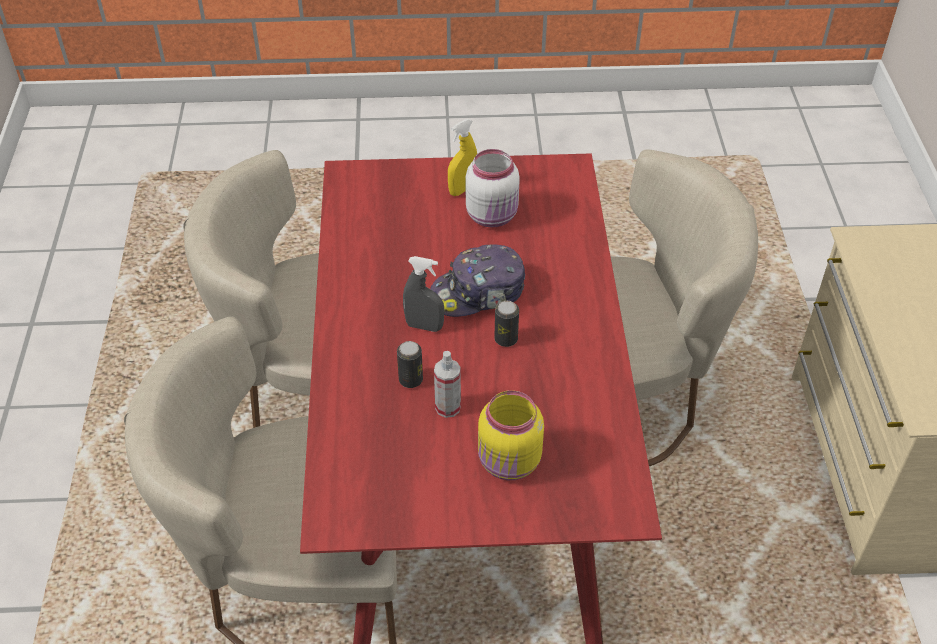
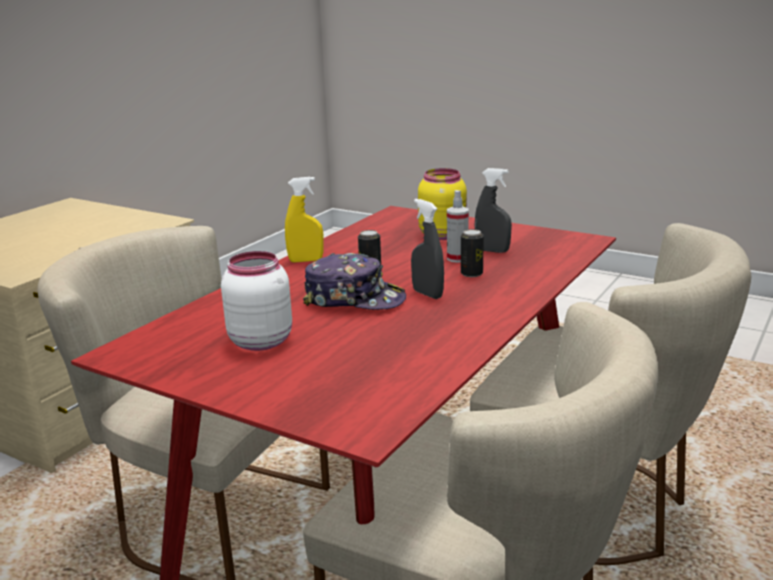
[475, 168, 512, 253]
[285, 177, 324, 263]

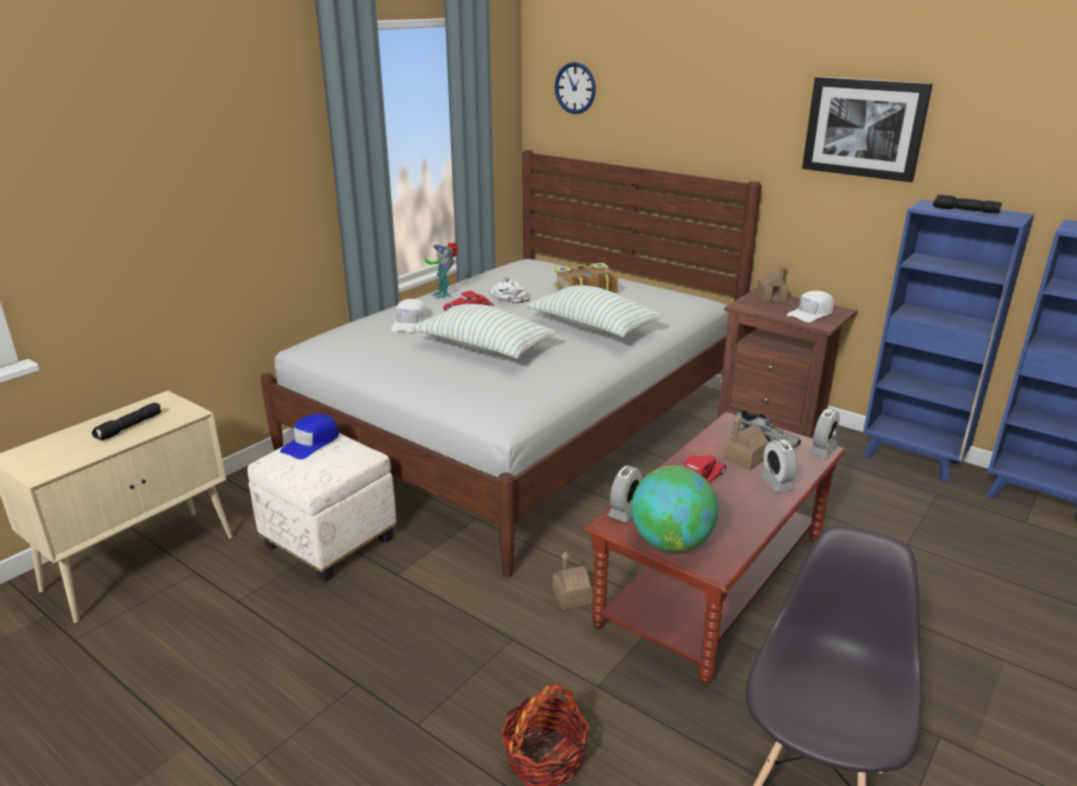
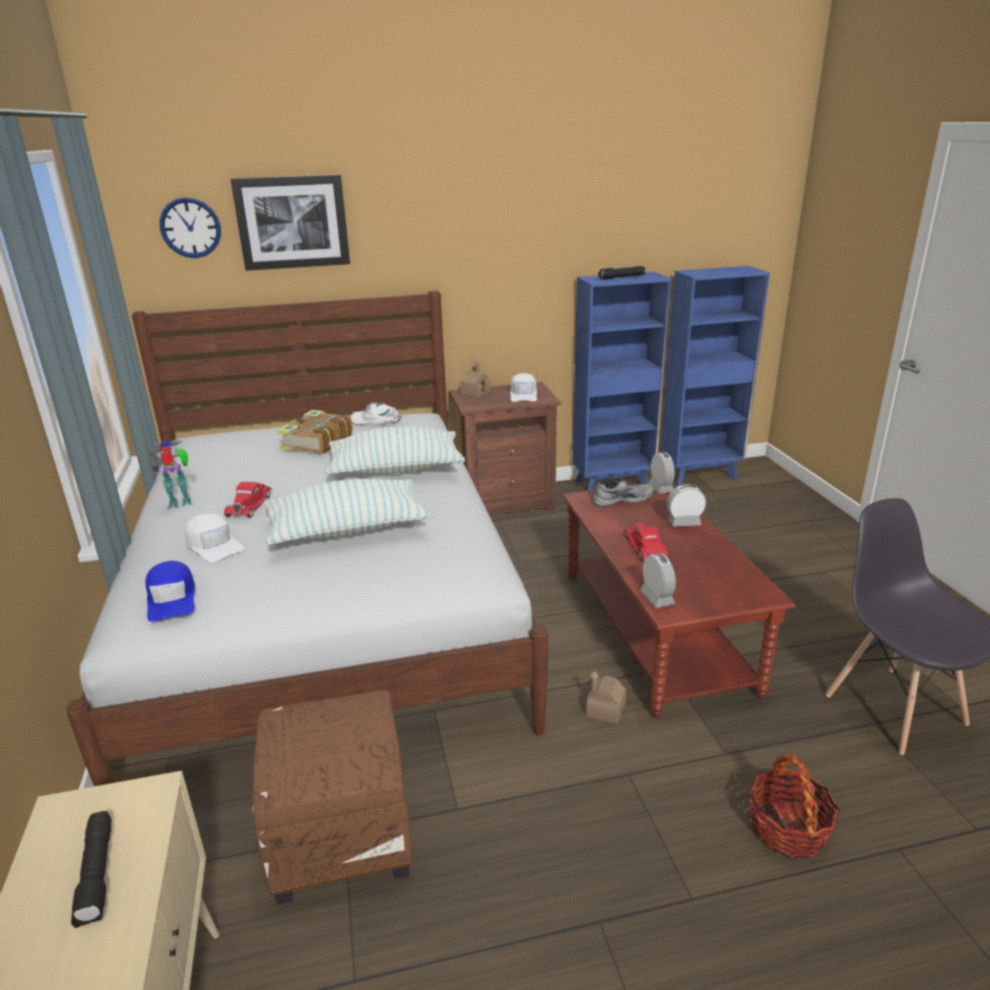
[631, 466, 718, 552] (first image)
[724, 414, 768, 470] (first image)
[146, 561, 195, 622]
[350, 402, 402, 426]
[231, 174, 350, 271]
[252, 690, 413, 905]
[148, 440, 192, 508]
[666, 484, 706, 527]

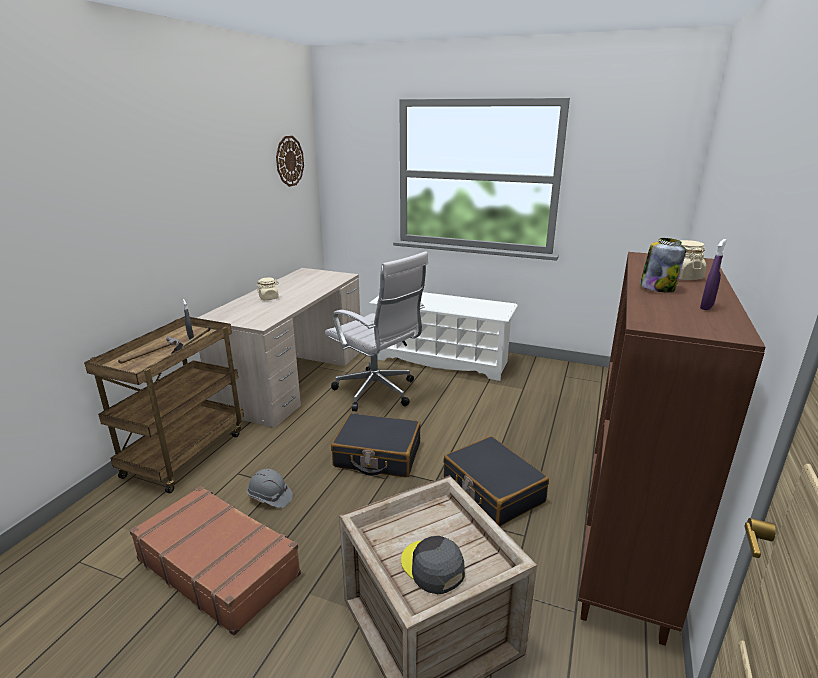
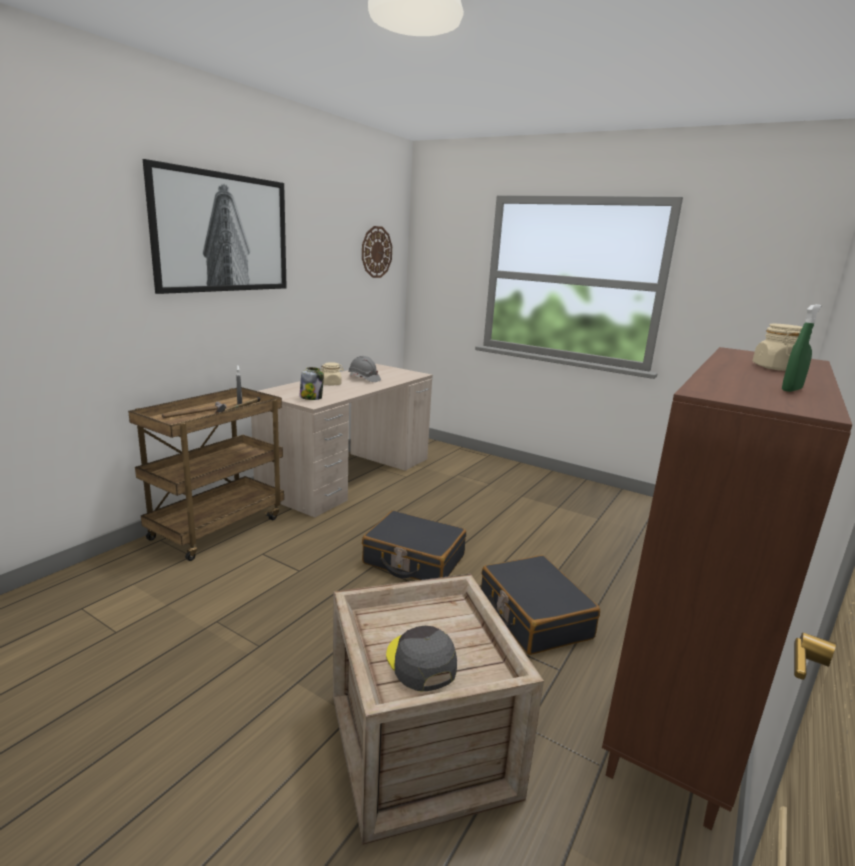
[130, 486, 301, 636] (first image)
[325, 252, 429, 411] (first image)
[370, 292, 518, 381] (first image)
[143, 159, 287, 294]
[348, 356, 381, 382]
[300, 367, 324, 400]
[782, 304, 821, 392]

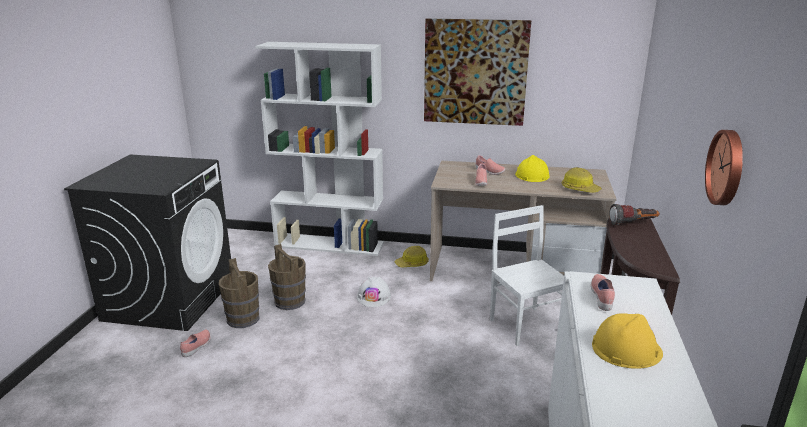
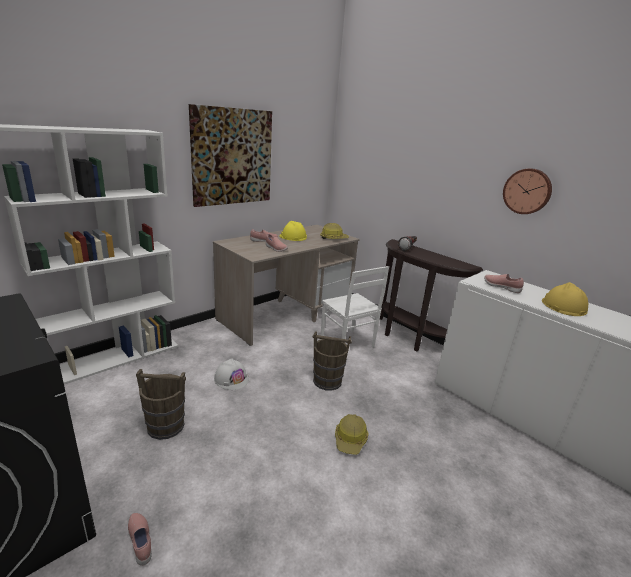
[313, 331, 352, 391]
[335, 414, 369, 455]
[321, 266, 389, 348]

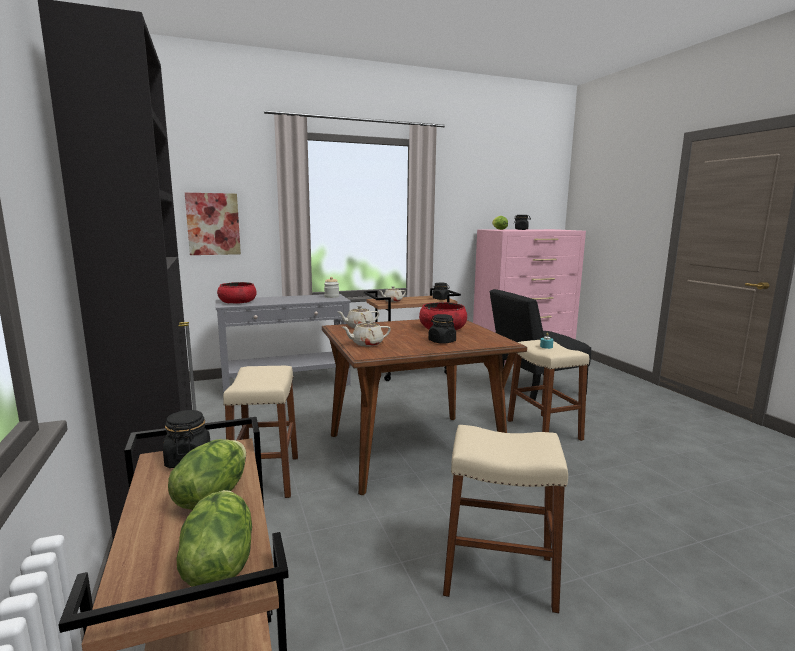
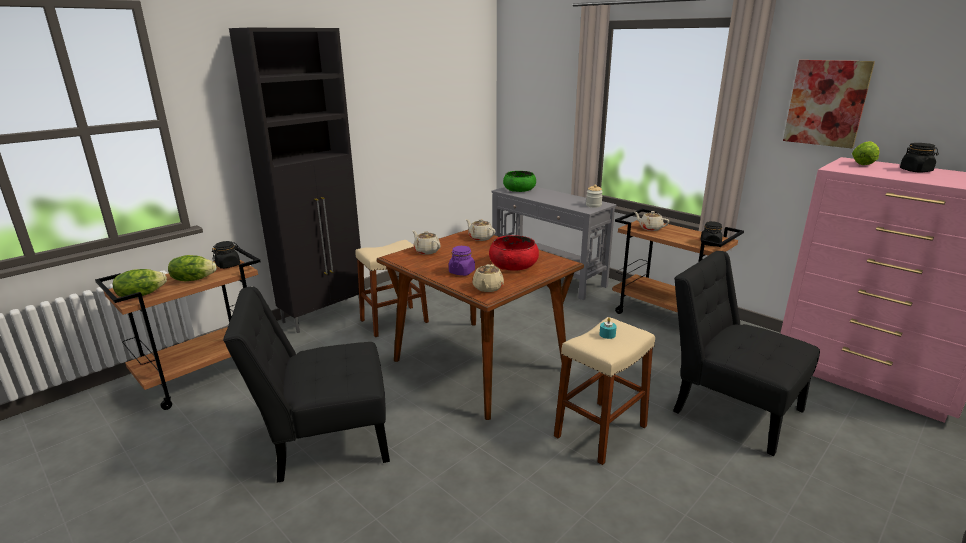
[473, 264, 504, 292]
[783, 60, 875, 148]
[223, 286, 390, 483]
[503, 171, 536, 192]
[449, 246, 475, 276]

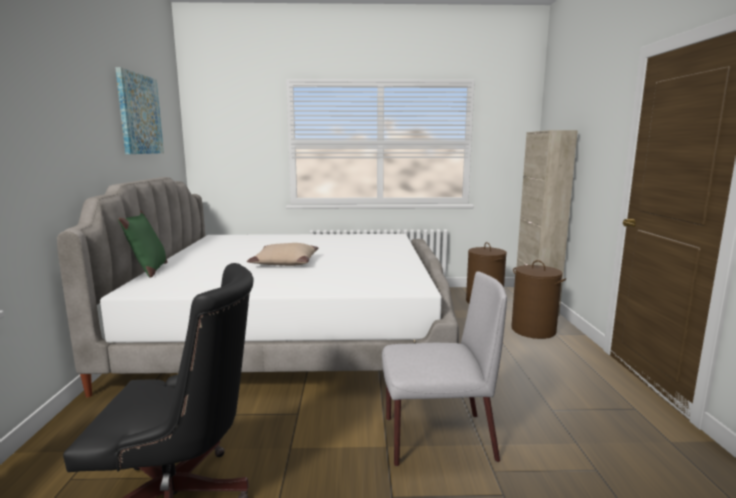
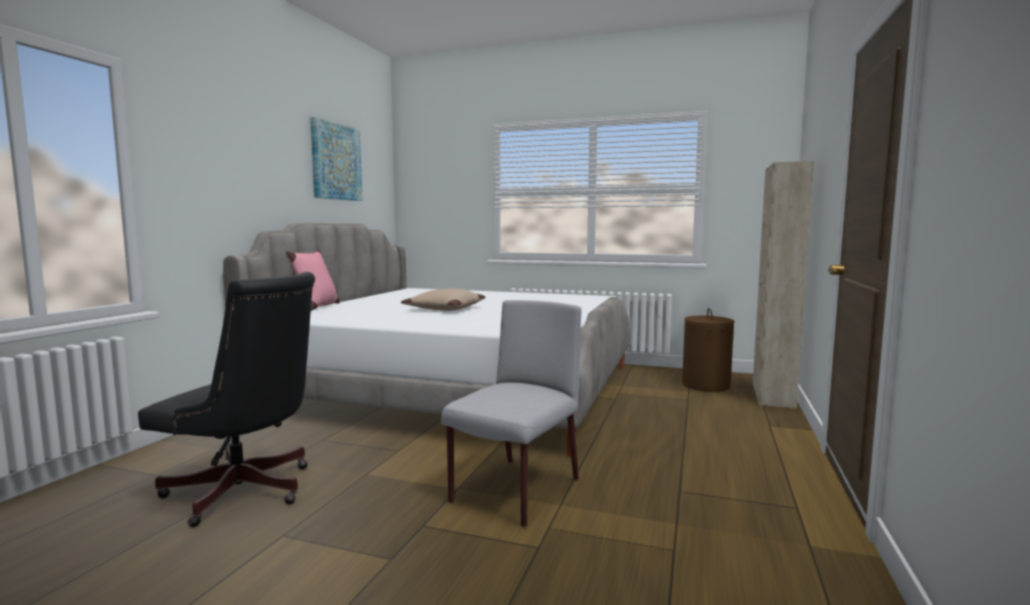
[511, 260, 566, 339] (first image)
[286, 249, 340, 311]
[441, 300, 581, 527]

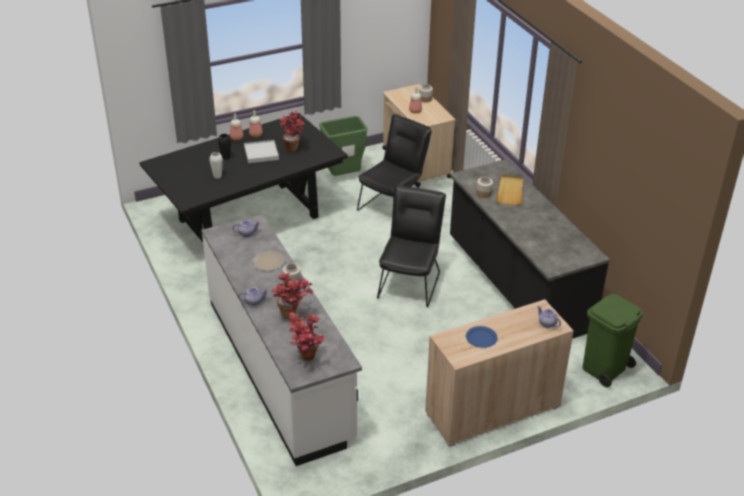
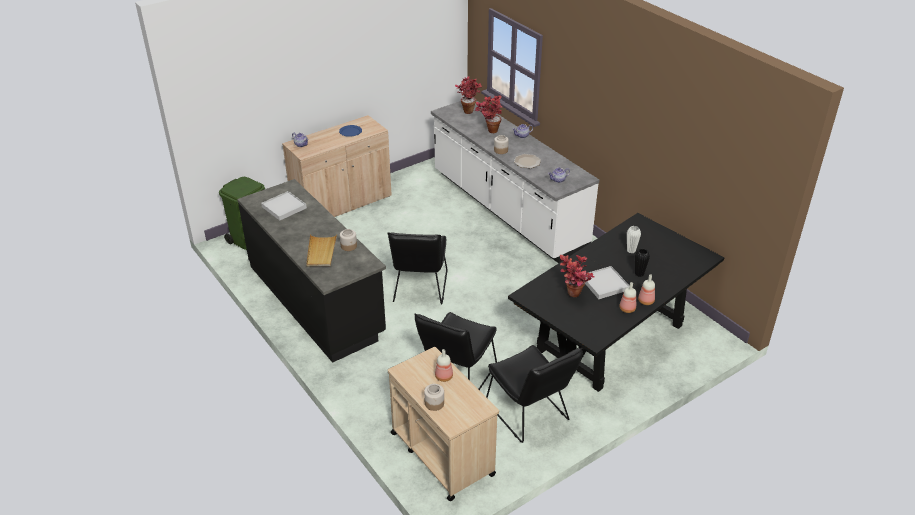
[261, 191, 307, 221]
[486, 345, 583, 443]

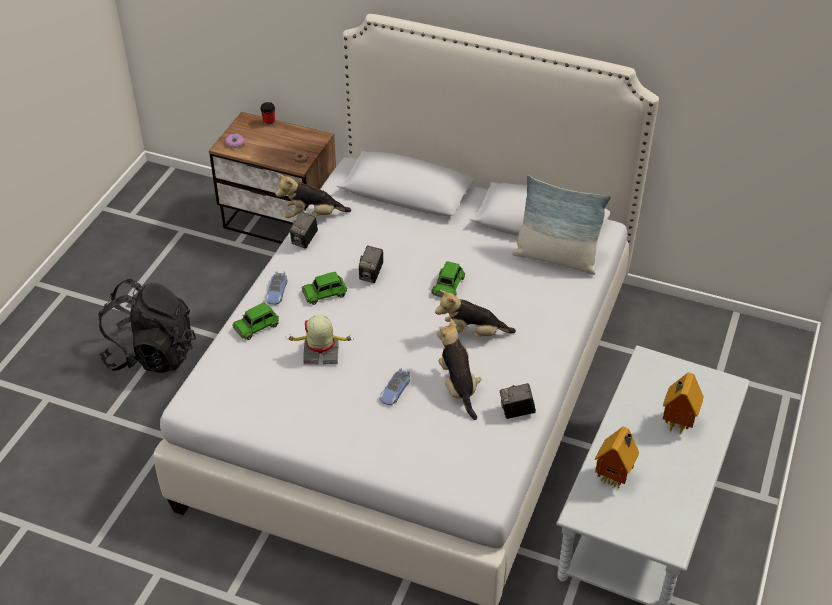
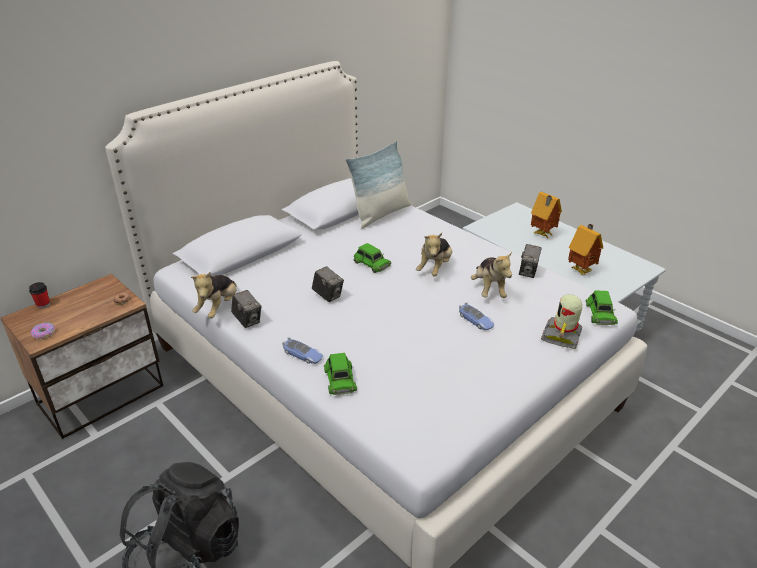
[541, 294, 582, 349]
[586, 290, 618, 325]
[471, 252, 512, 298]

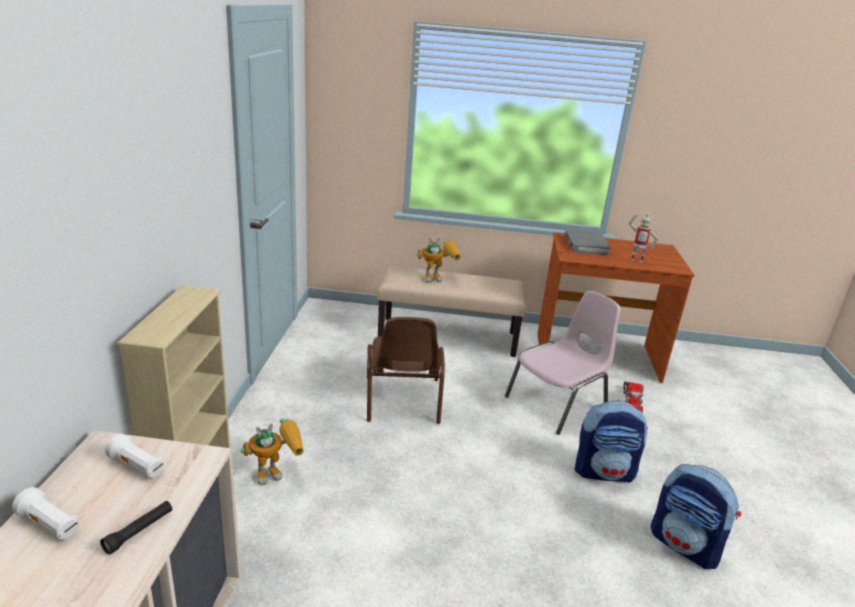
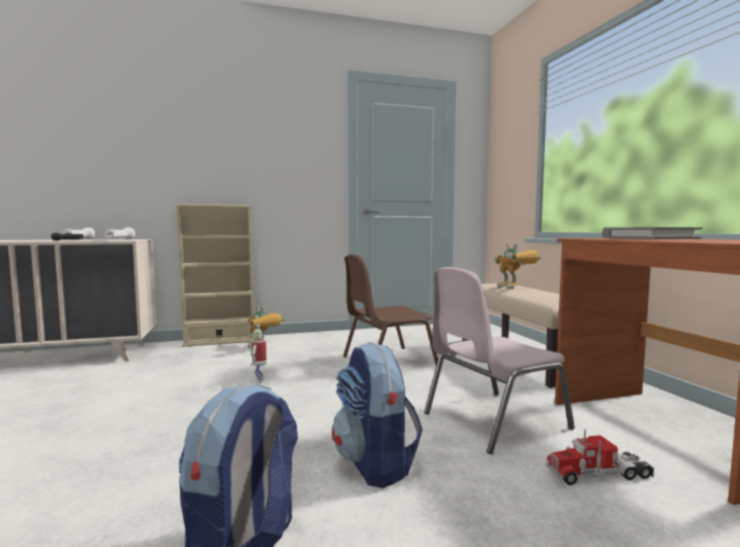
[250, 325, 267, 383]
[424, 267, 575, 454]

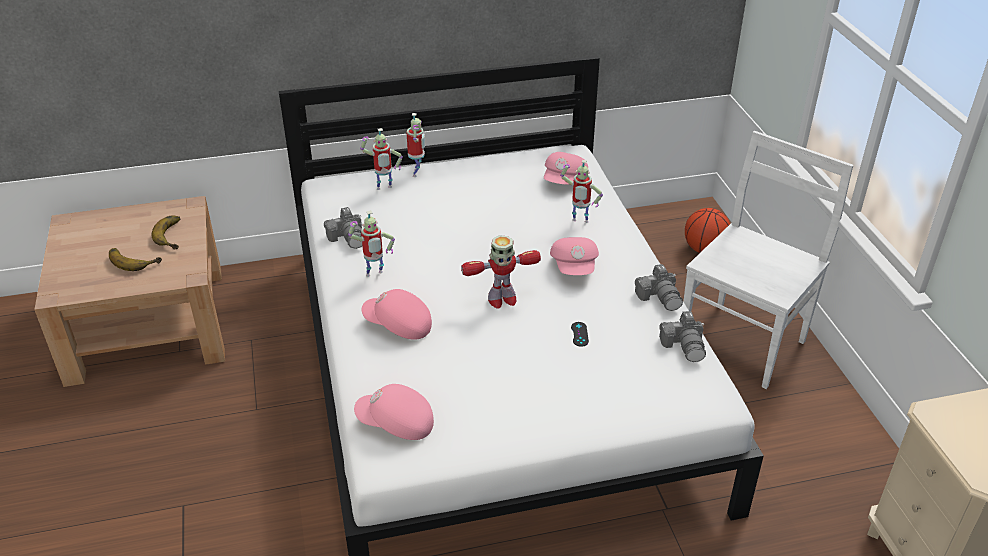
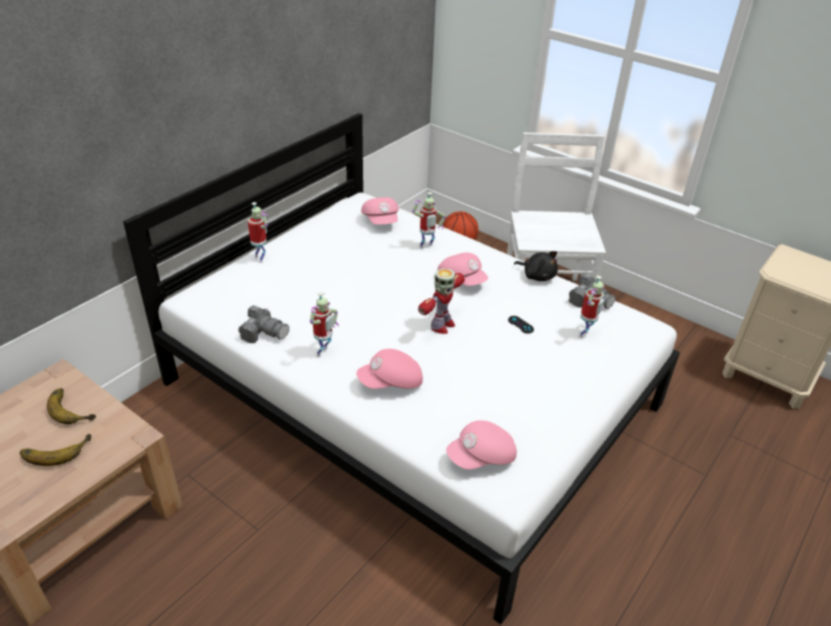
[579, 275, 605, 338]
[514, 251, 558, 281]

